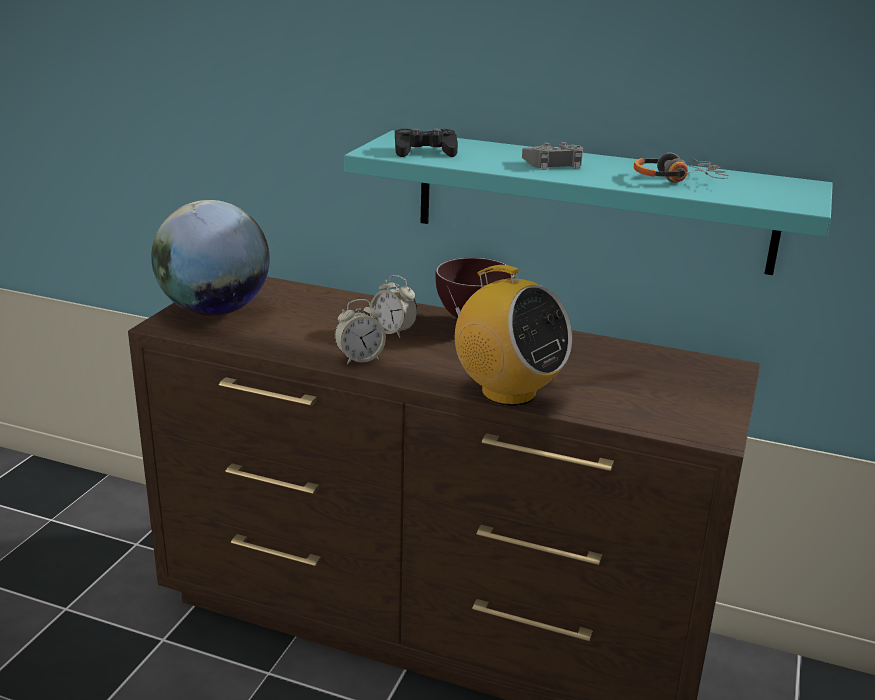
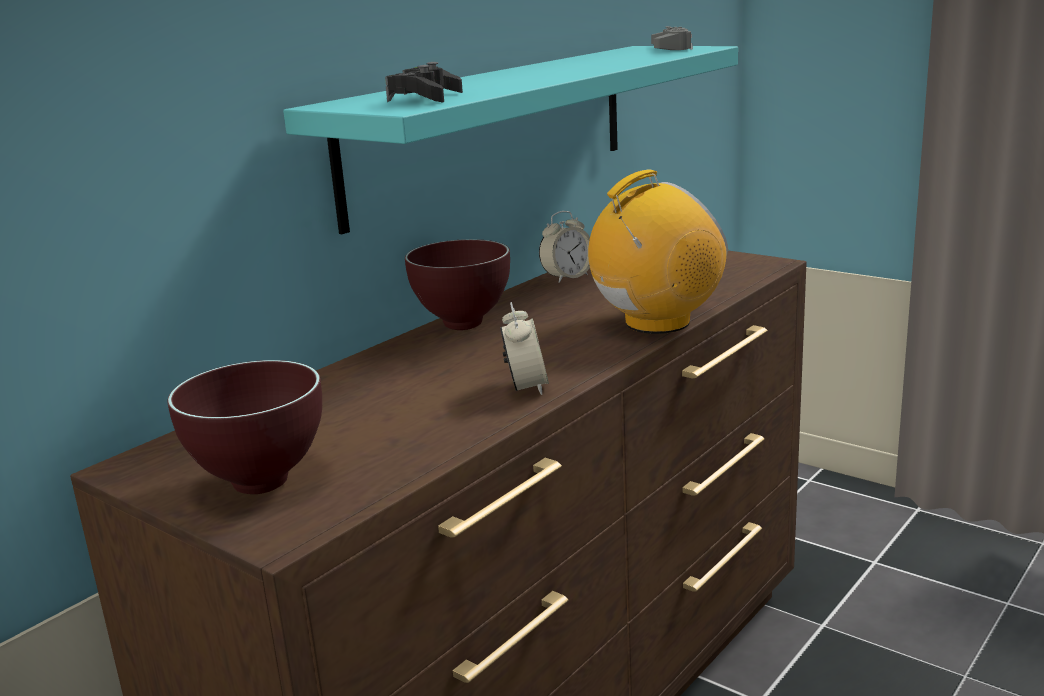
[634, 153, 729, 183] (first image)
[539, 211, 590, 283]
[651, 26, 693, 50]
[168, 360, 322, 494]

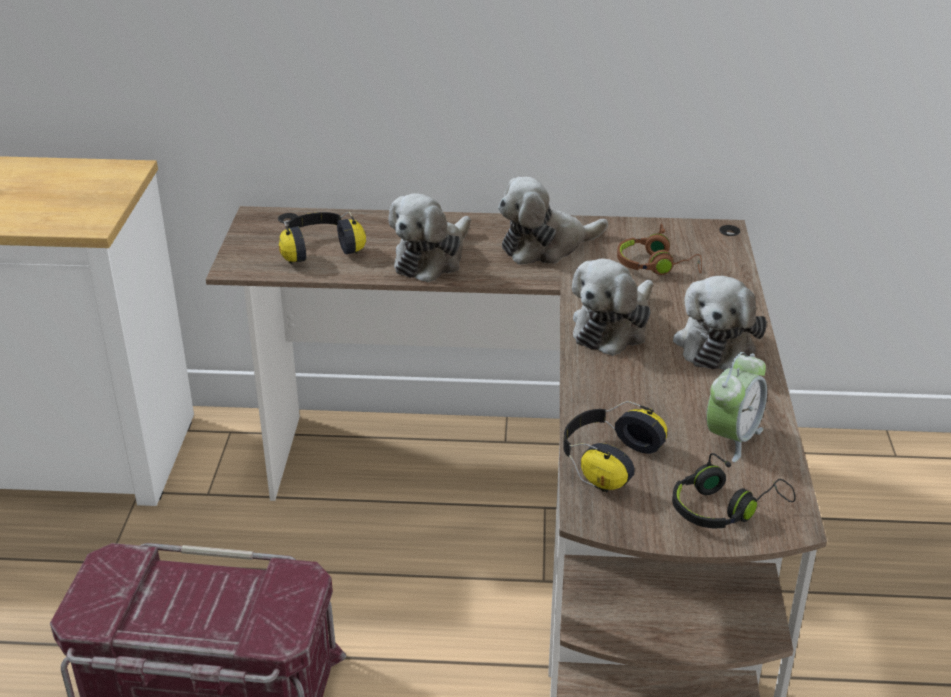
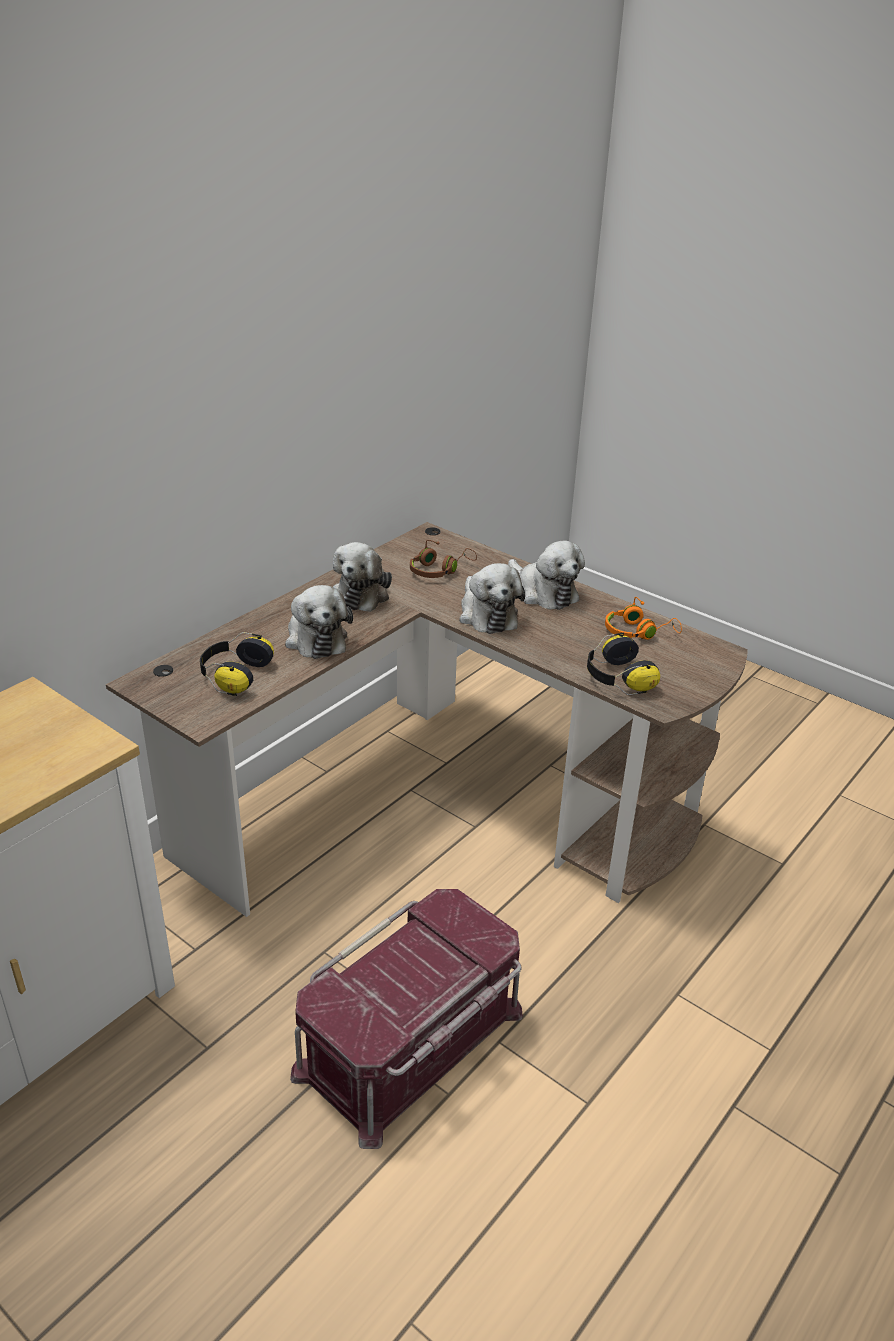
[672, 453, 796, 528] (first image)
[605, 597, 682, 640]

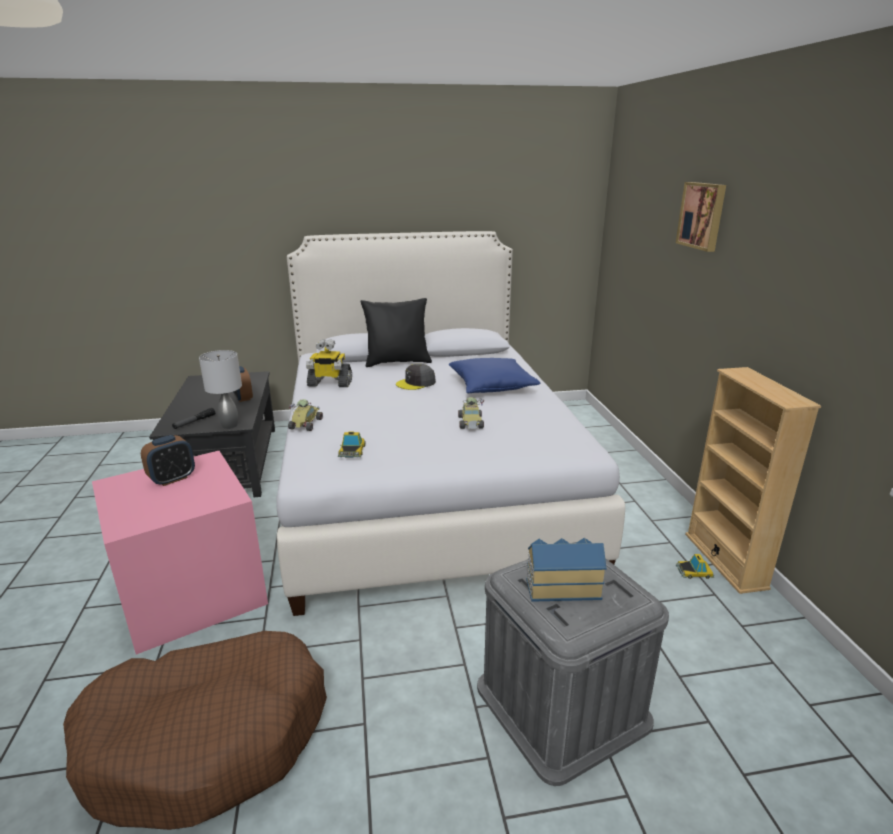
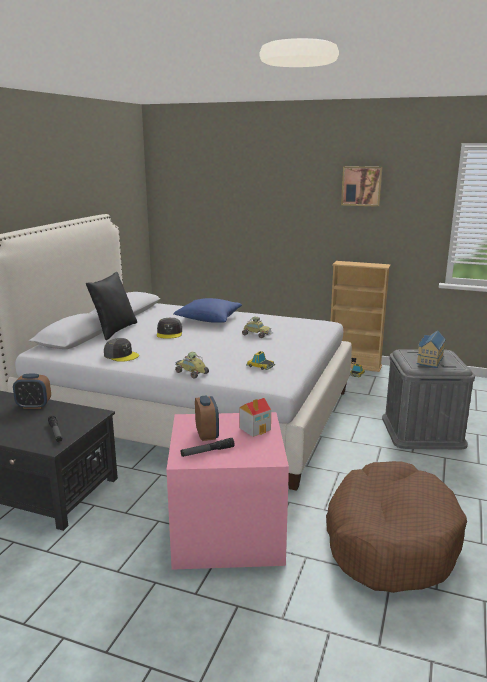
[199, 350, 242, 429] (first image)
[181, 438, 235, 457]
[239, 398, 271, 437]
[341, 166, 382, 207]
[104, 338, 139, 362]

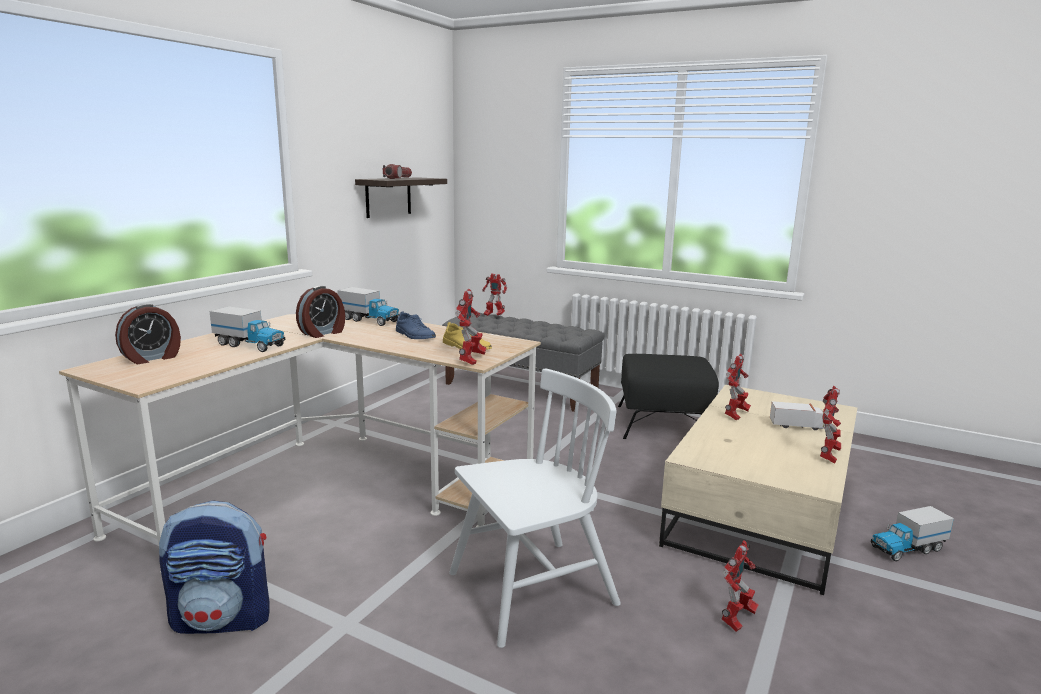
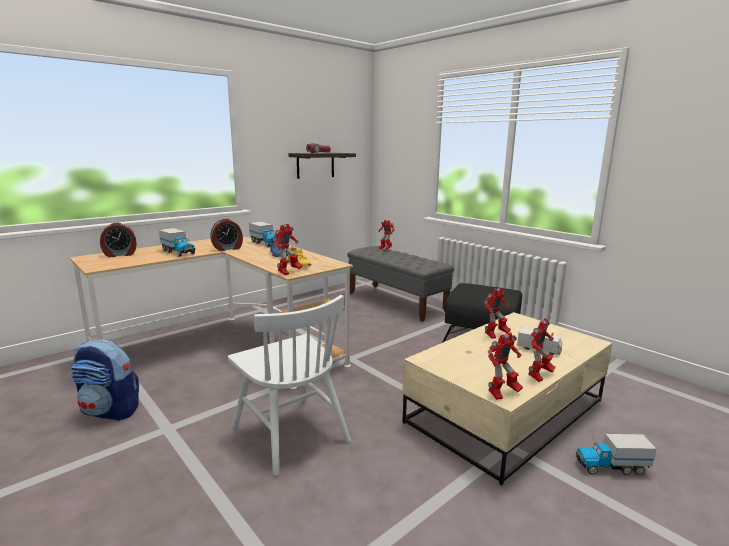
[488, 332, 523, 400]
[228, 295, 351, 476]

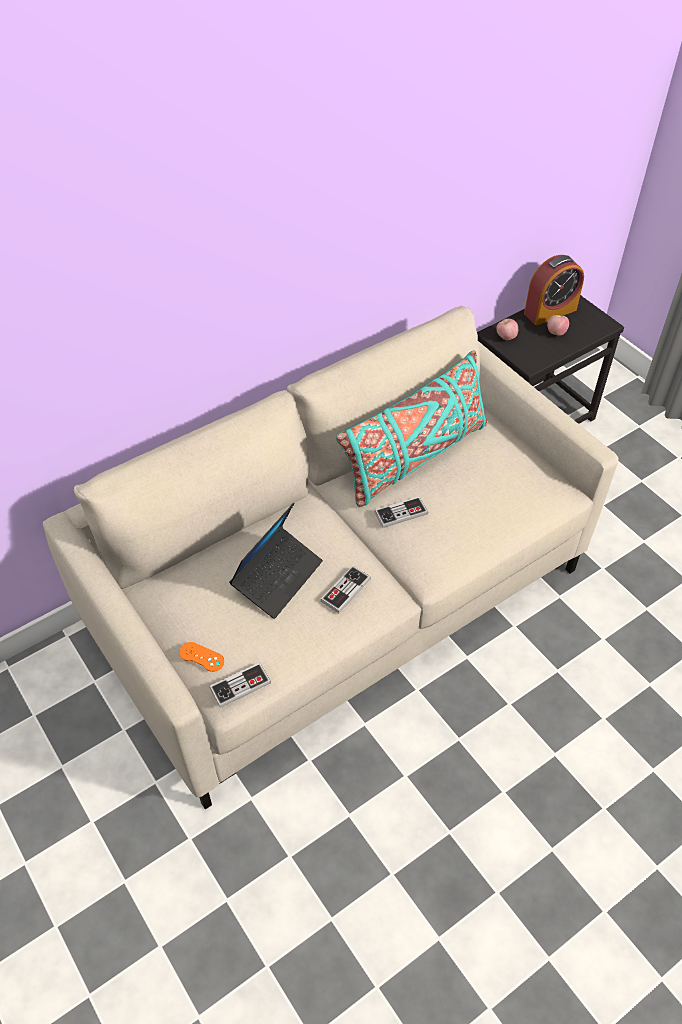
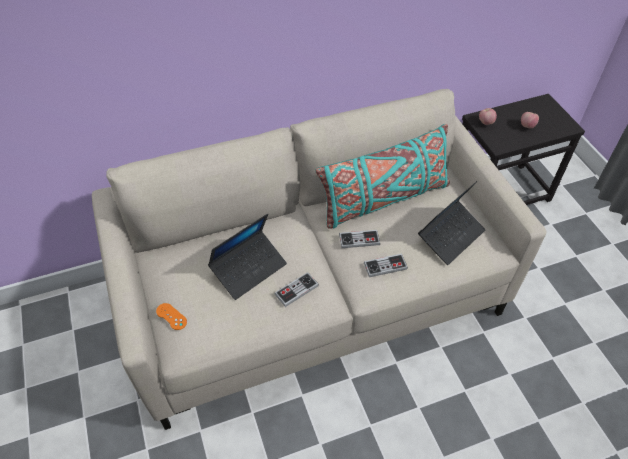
[524, 255, 584, 325] (first image)
[418, 181, 485, 265]
[364, 254, 408, 277]

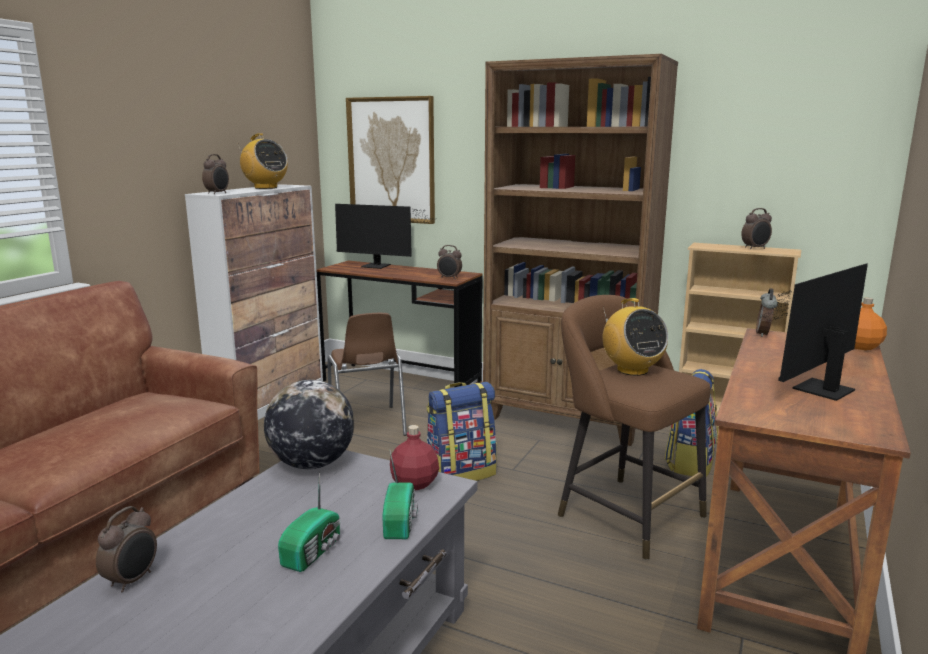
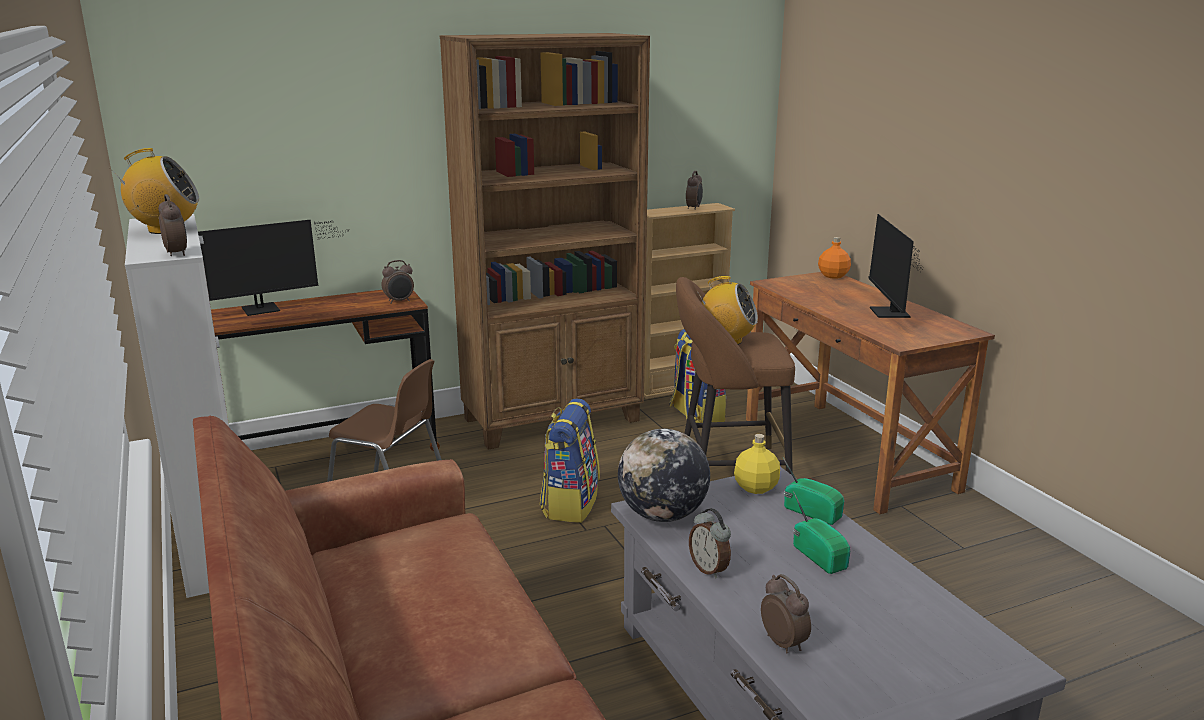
[346, 96, 435, 224] (first image)
[689, 508, 731, 579]
[734, 434, 780, 494]

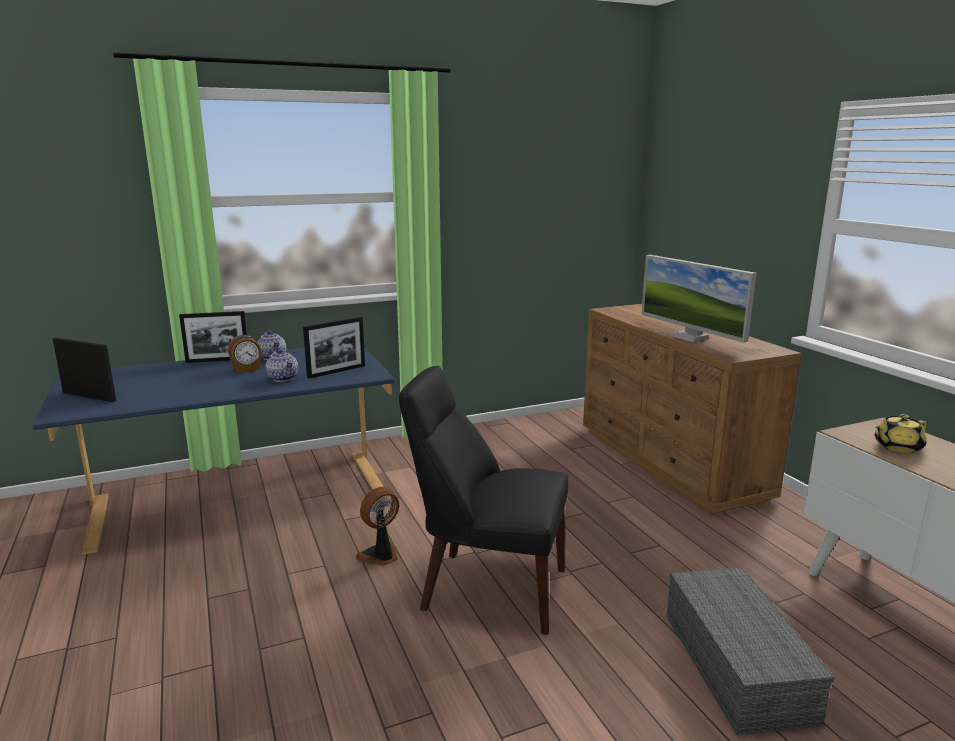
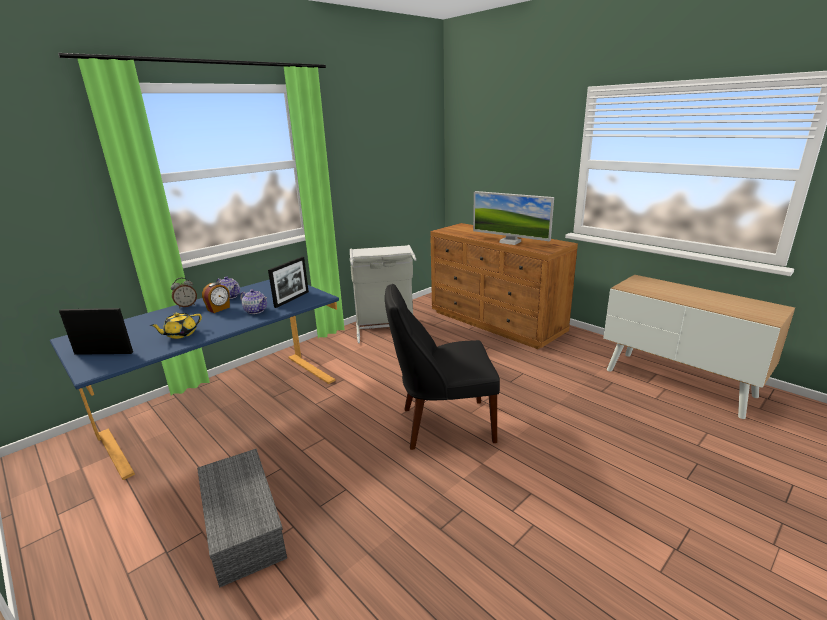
[356, 487, 399, 566] (first image)
[350, 245, 417, 344]
[197, 449, 287, 588]
[149, 312, 202, 339]
[171, 278, 197, 308]

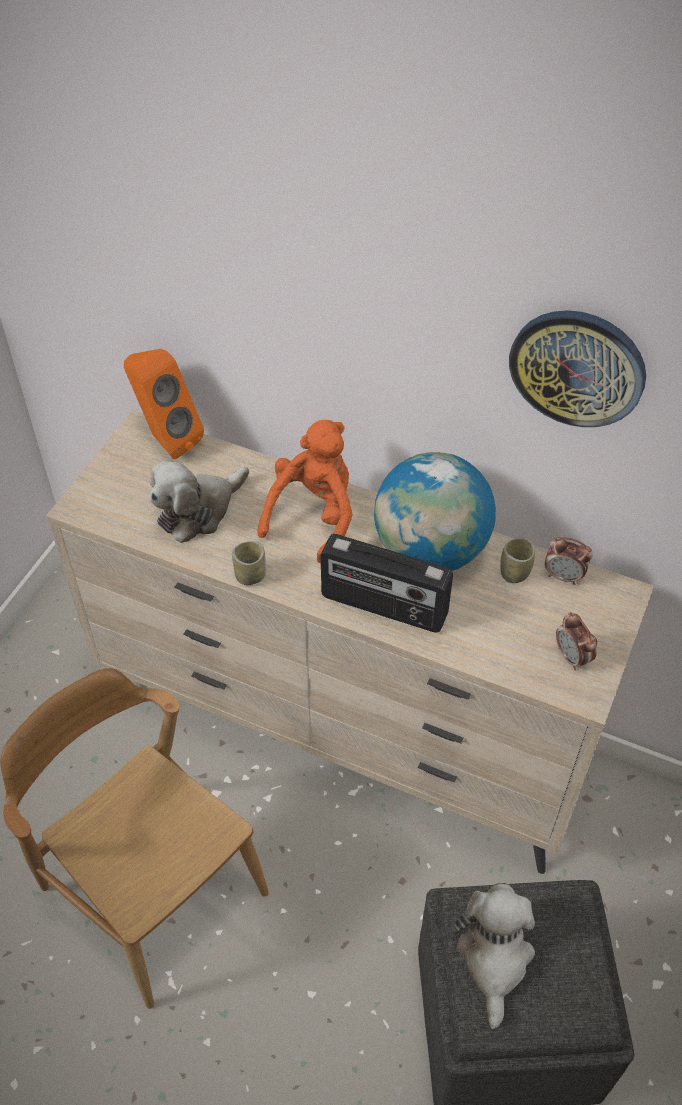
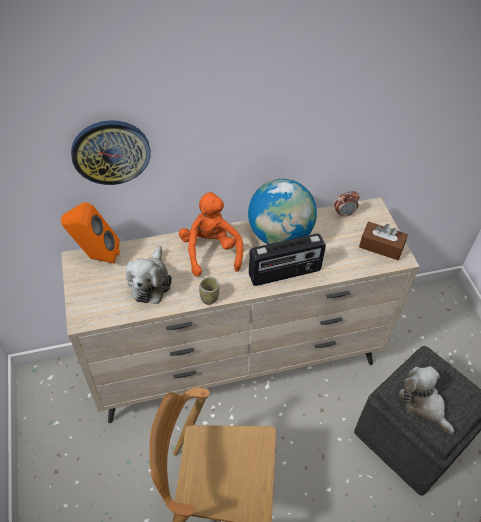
[500, 538, 535, 583] (first image)
[71, 120, 151, 185]
[359, 221, 408, 260]

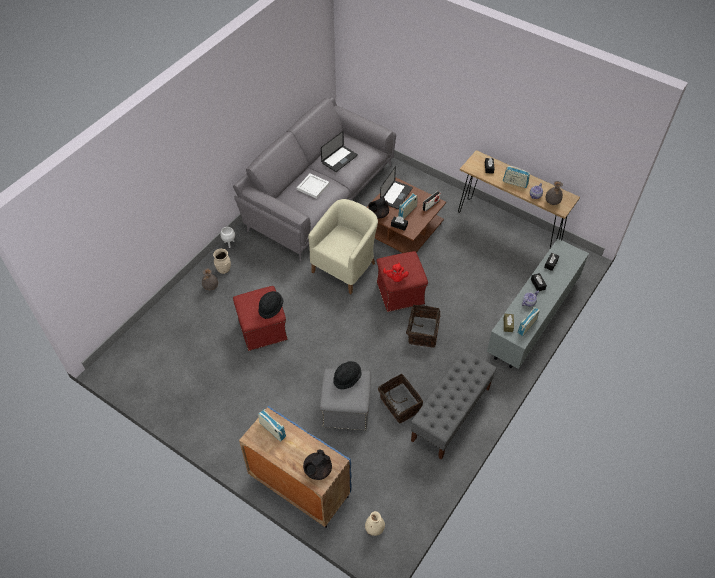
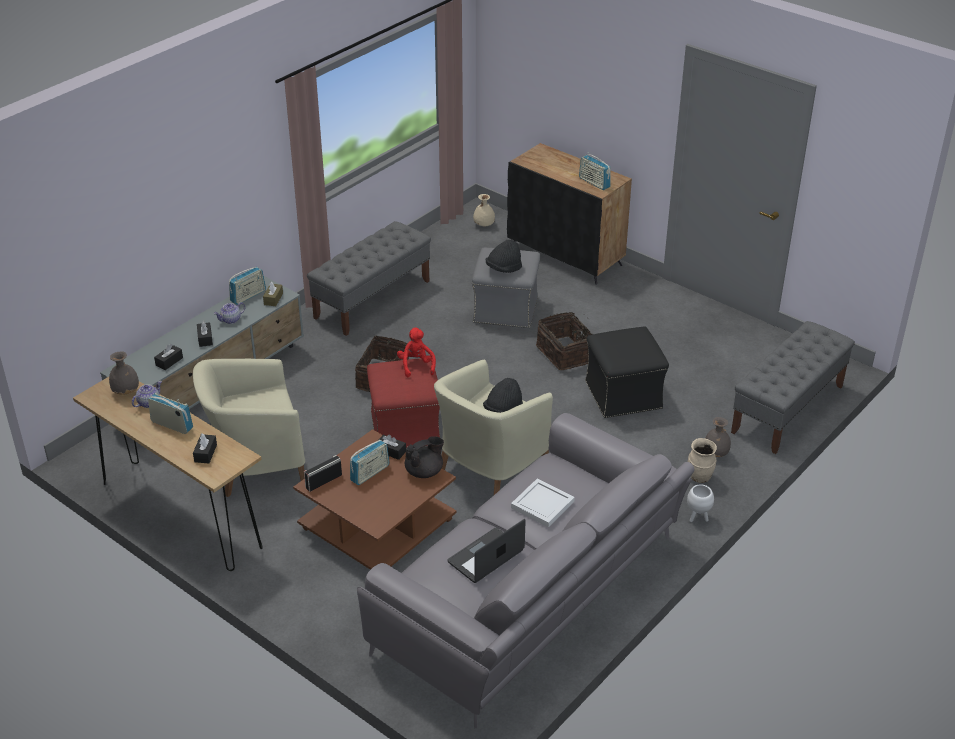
[303, 449, 332, 480] (first image)
[380, 166, 413, 209] (first image)
[193, 358, 305, 497]
[731, 321, 855, 454]
[483, 378, 523, 413]
[536, 312, 593, 370]
[585, 326, 669, 418]
[507, 143, 632, 285]

